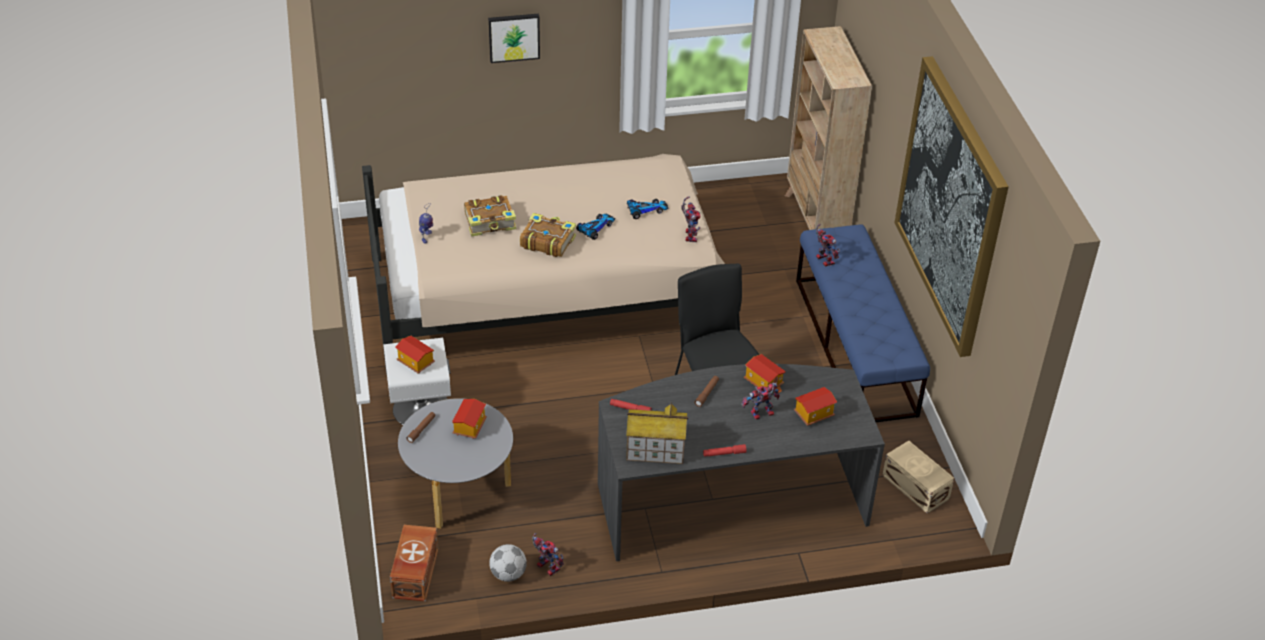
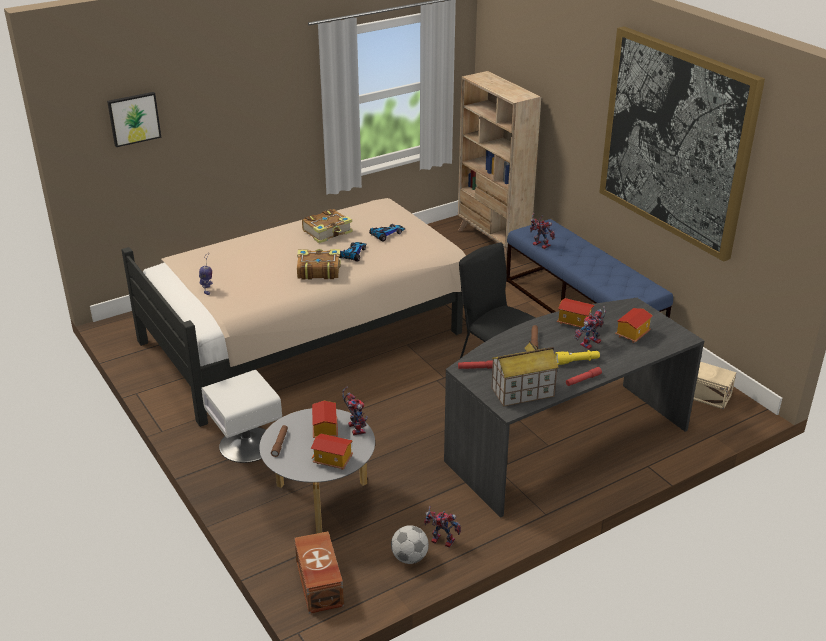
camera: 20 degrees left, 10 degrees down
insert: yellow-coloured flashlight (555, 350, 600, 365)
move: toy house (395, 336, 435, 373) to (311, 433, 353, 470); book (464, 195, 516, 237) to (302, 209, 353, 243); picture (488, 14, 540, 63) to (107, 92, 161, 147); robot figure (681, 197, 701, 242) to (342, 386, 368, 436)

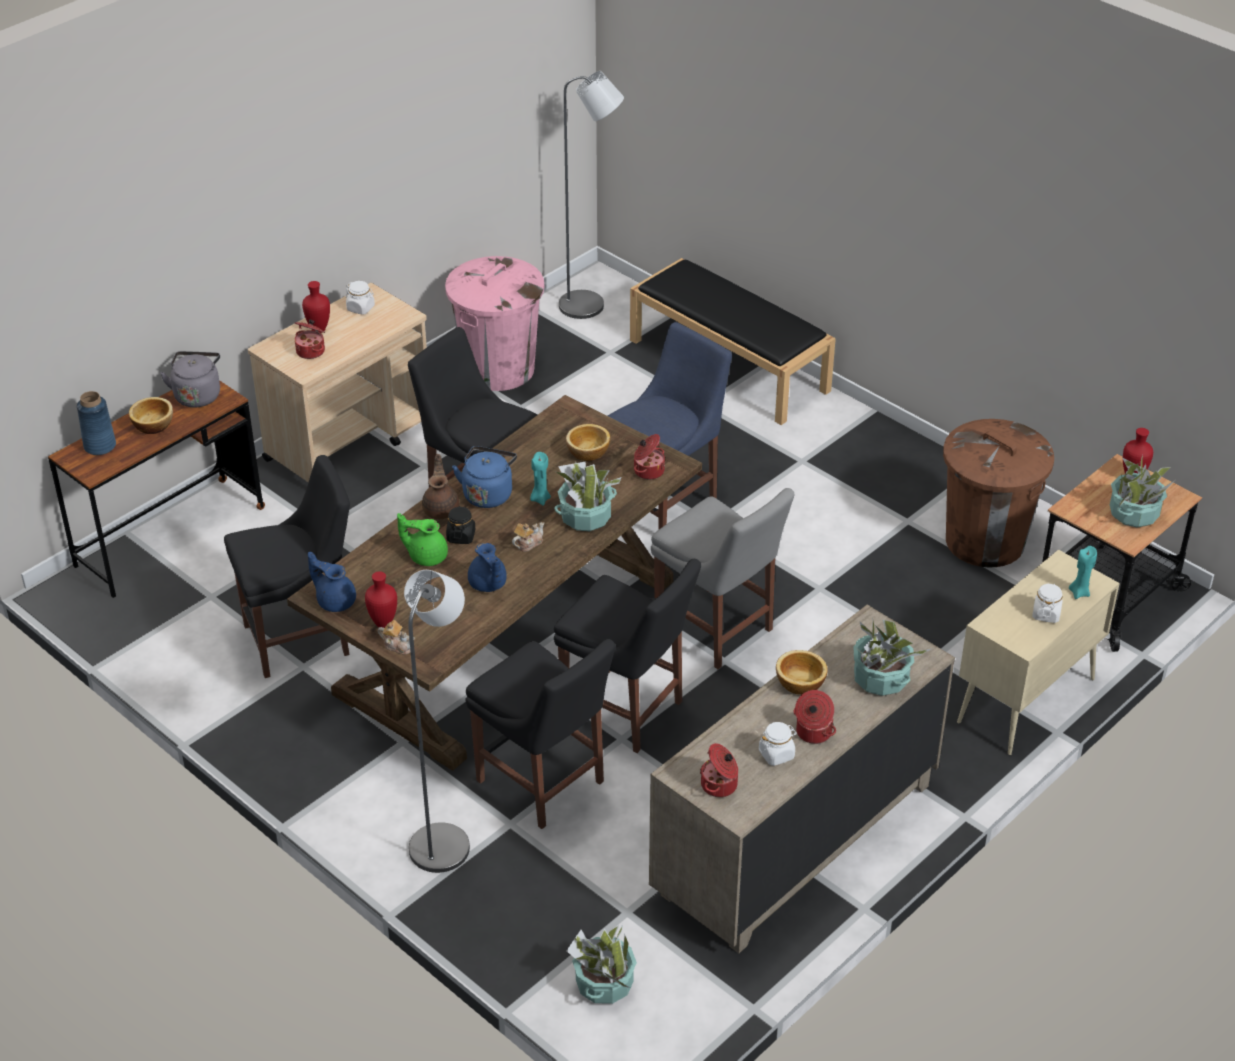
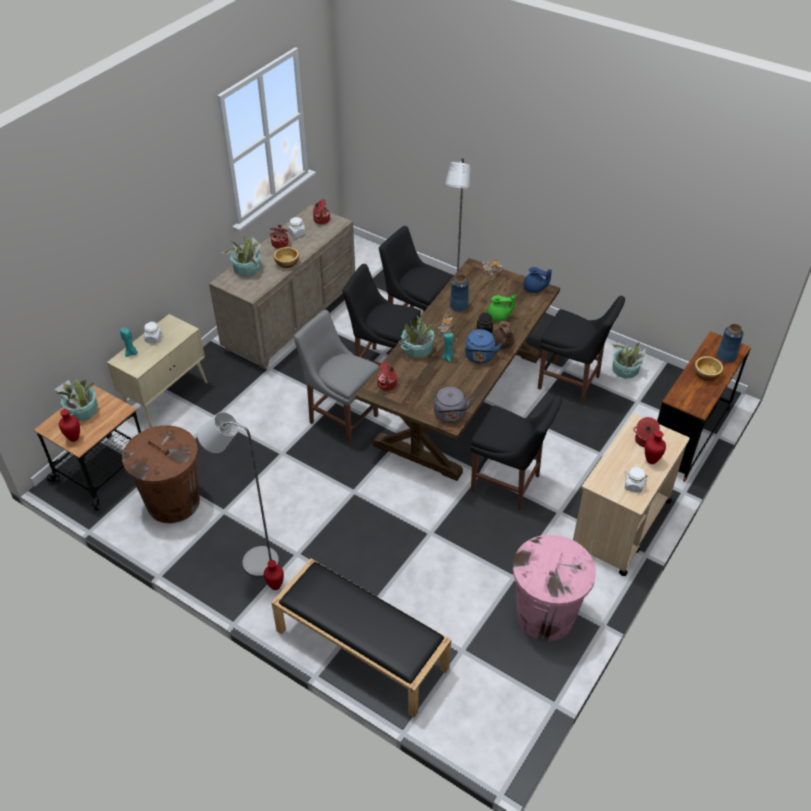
camera: 170 degrees right, 5 degrees up
delete: serving bowl (566, 424, 610, 461); blue-coloured upright chair (608, 322, 732, 529)
move: gray tea kettle (160, 351, 220, 408) to (434, 387, 473, 423); reddish flower vase (365, 571, 397, 628) to (264, 560, 284, 590); gray floor lamp (559, 71, 624, 319) to (197, 412, 279, 578); plant in a pot (567, 924, 637, 1004) to (611, 342, 646, 379)
replace: blue-coloured pot for tea (468, 543, 507, 592) to blue-coloured flower vase (450, 274, 469, 312)
rotate: blackish upright chair (224, 455, 350, 678) = (538, 296, 625, 405) 120 degrees counterclockwise

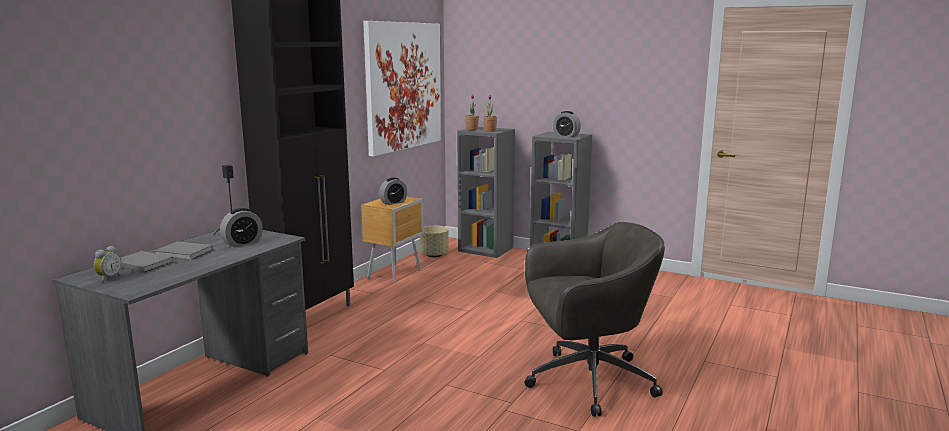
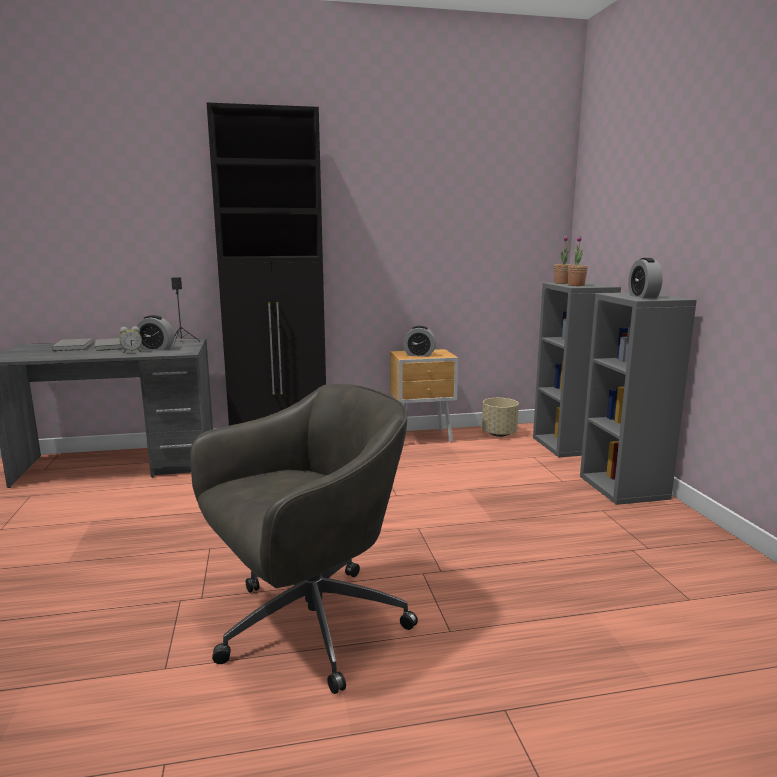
camera: 50 degrees right, 0 degrees up
delete: picture (363, 21, 441, 157)
move: table clock (94, 246, 121, 282) to (120, 326, 142, 353)
rotate: gray desk chair (524, 222, 665, 416) = (190, 384, 418, 694) 75 degrees counterclockwise

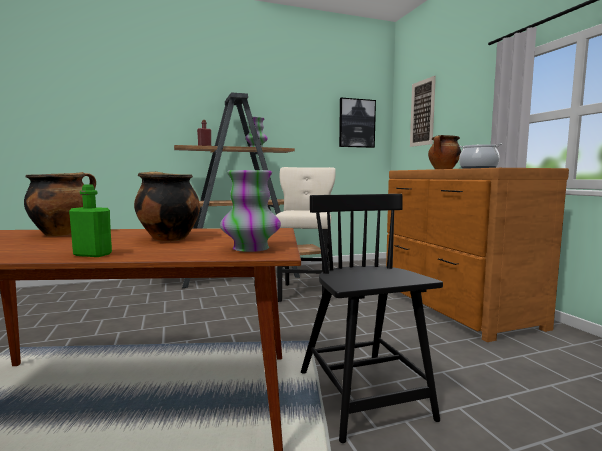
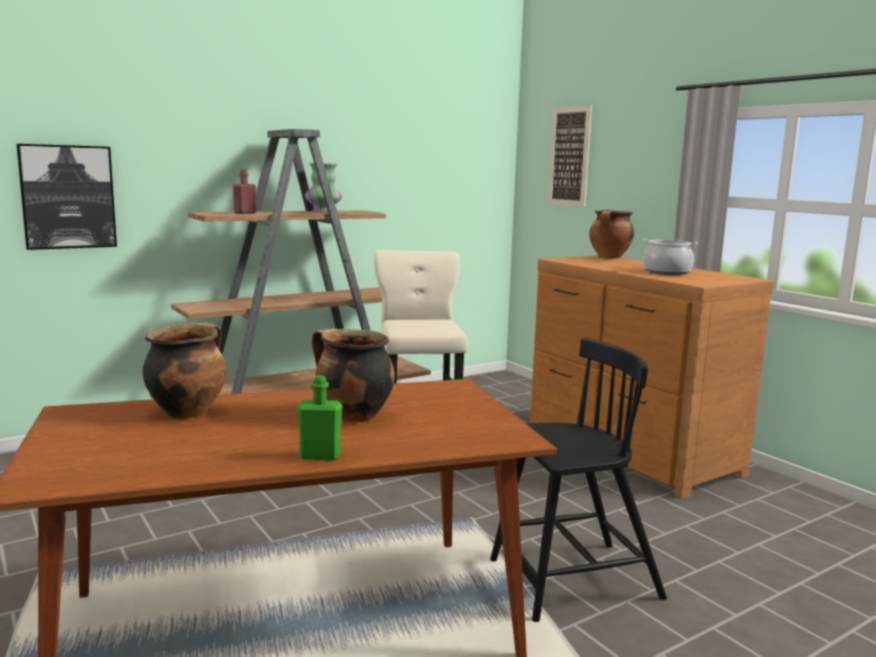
camera: 15 degrees left, 5 degrees up
delete: flower vase (220, 170, 281, 252)
move: picture (339, 98, 376, 148) to (16, 144, 117, 250)
rotate: blackish upright chair (301, 194, 443, 443) = (490, 337, 667, 622) 105 degrees clockwise

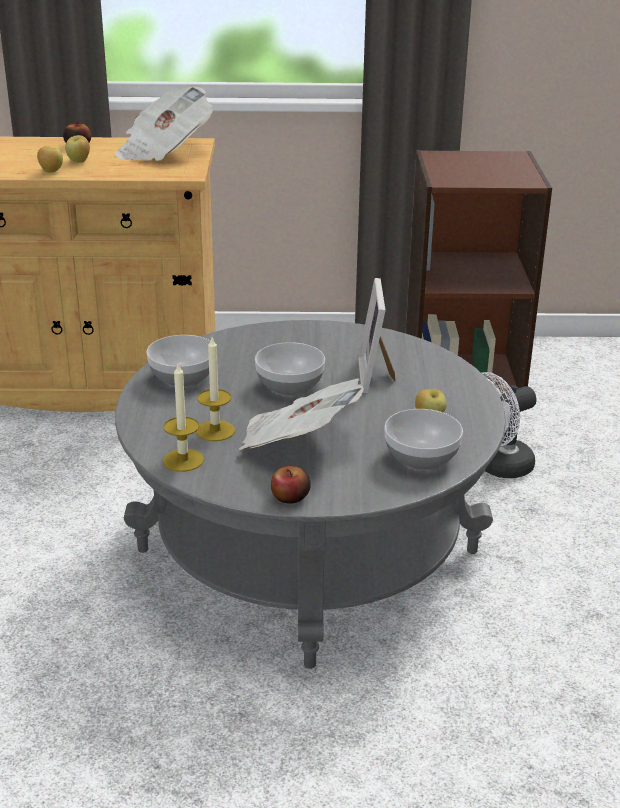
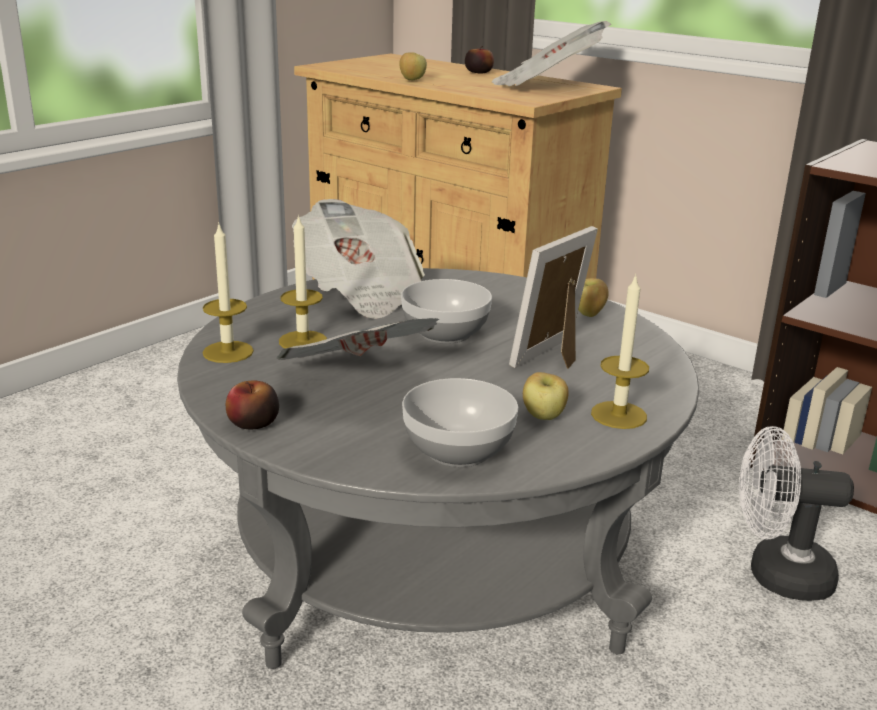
camera: 40 degrees right, 5 degrees down
insert: wax candle (591, 274, 649, 429)
move: apple fruit (65, 135, 90, 163) to (578, 278, 608, 317)
replace: serving bowl (146, 335, 210, 388) to printed paper (292, 199, 425, 319)

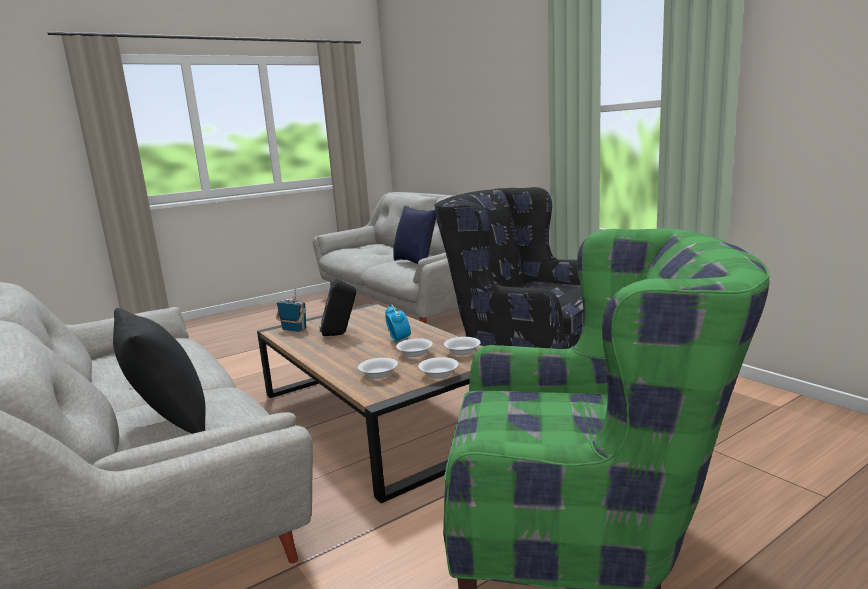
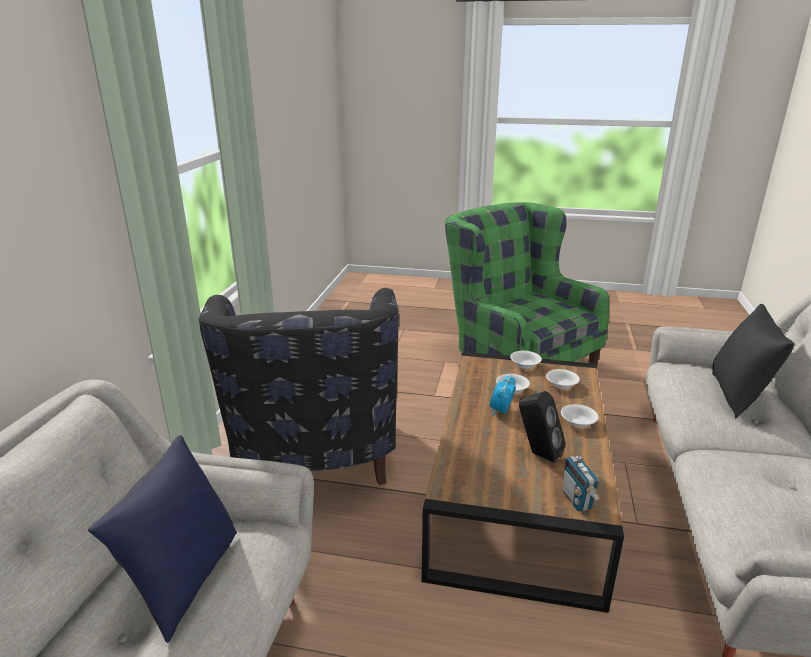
camera: 135 degrees left, 10 degrees up
move: white-coloured serving bowl (444, 337, 481, 356) to (561, 404, 598, 428)

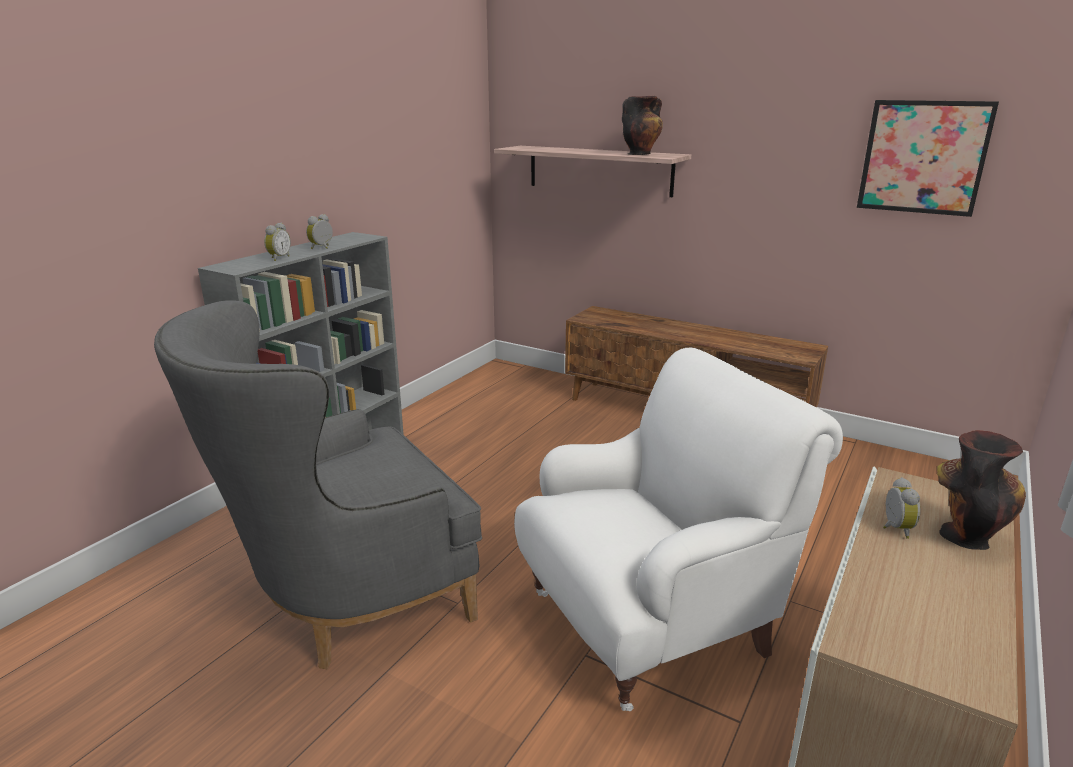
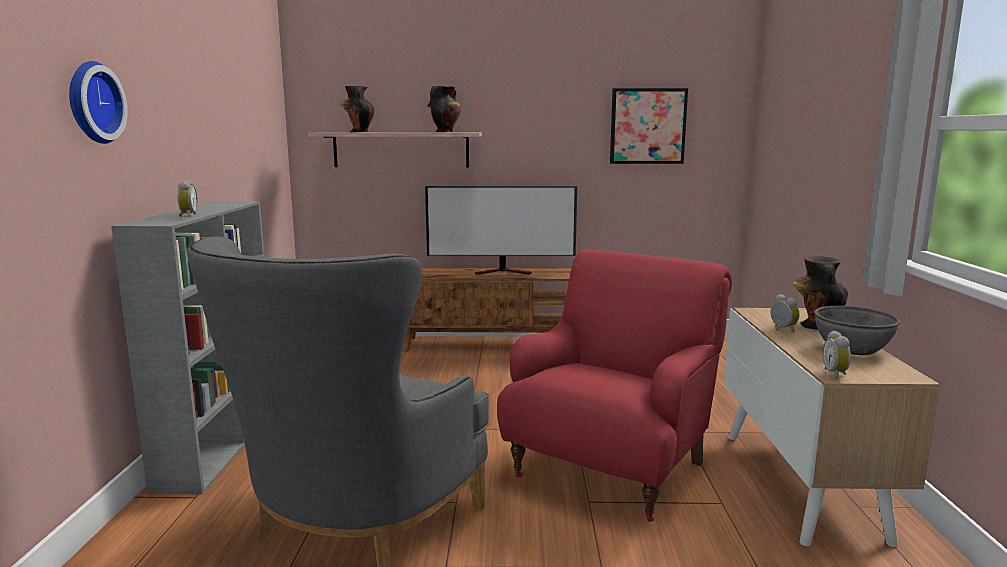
camera: 30 degrees left, 10 degrees down
insert: wall clock (69, 61, 128, 144); flower vase (340, 86, 375, 132); TV set (425, 186, 577, 275); gray serving bowl (814, 306, 900, 355)
move: table clock (306, 214, 333, 249) to (822, 331, 851, 379)
recolor: white-coloured lounge chair (514, 348, 843, 711) to reddish lounge chair (497, 250, 732, 522)

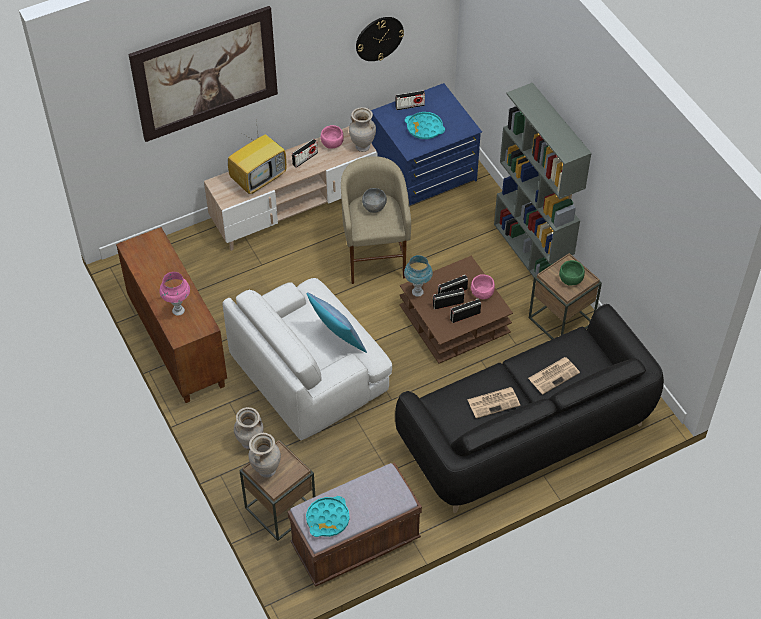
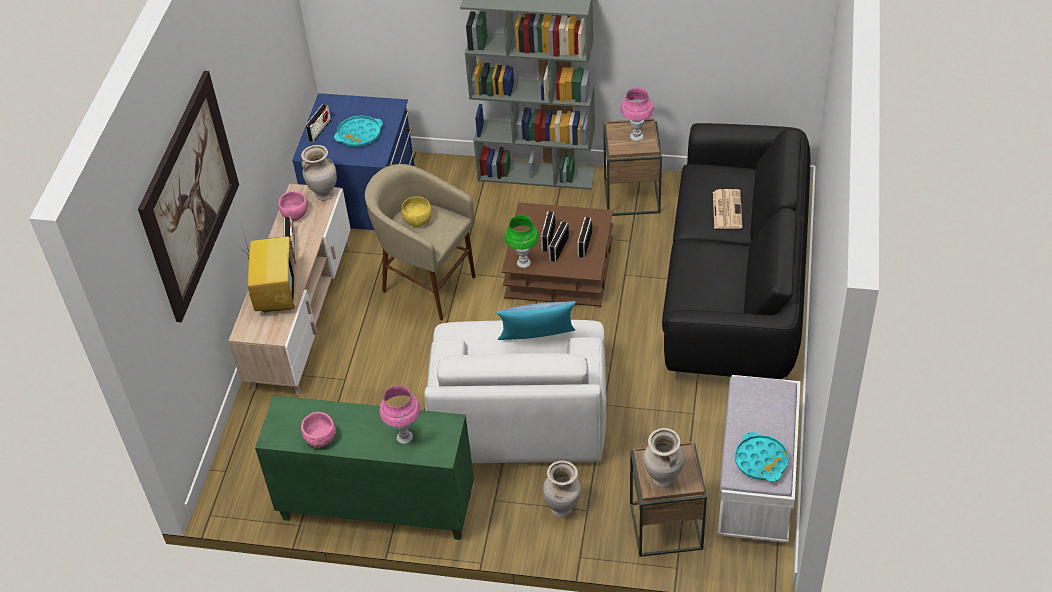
camera: 50 degrees left, 5 degrees down
delete: wall clock (356, 17, 404, 61); printed paper (467, 387, 520, 418)
move: pink serving bowl (471, 274, 495, 299) to (301, 412, 336, 447)
replace: green serving bowl (559, 260, 585, 285) to pink table lamp (620, 88, 654, 141)
recolor: brown cupboard (116, 227, 227, 403) to green cupboard (255, 395, 474, 540); brown long seat (287, 463, 422, 587) to white-coloured long seat (718, 375, 800, 543); gray serving bowl (362, 188, 387, 213) to yellow-coloured serving bowl (401, 196, 432, 227); blue-coloured table lamp (404, 255, 433, 297) to green table lamp (505, 215, 539, 268)

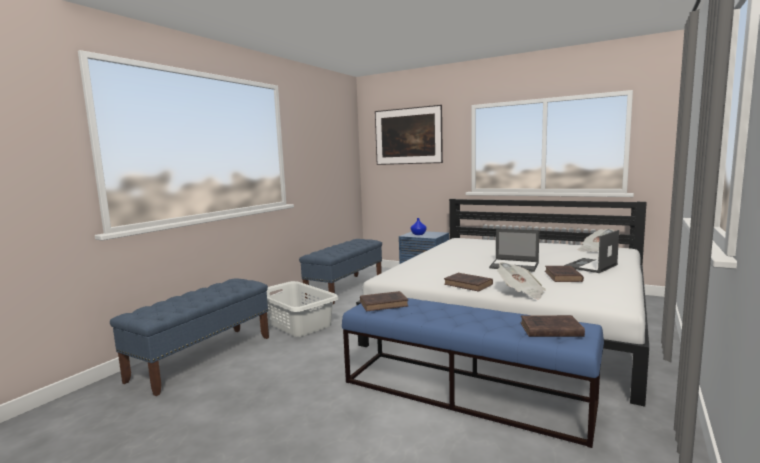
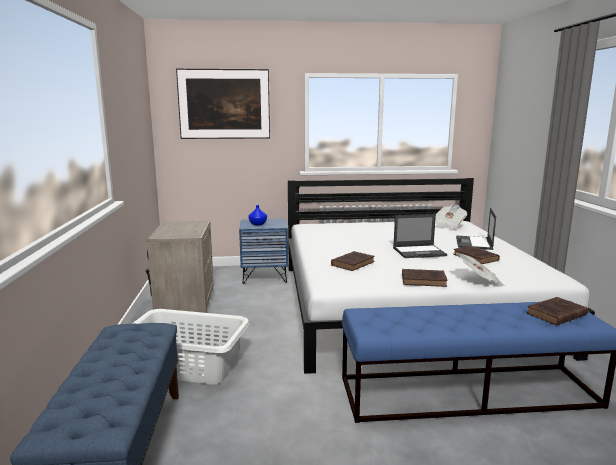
camera: 35 degrees left, 5 degrees up
move: brown book (360, 291, 409, 311) to (331, 251, 375, 271)
replace: blue-coloured long seat (299, 239, 382, 304) to beige-coloured bedside table (145, 221, 214, 313)

